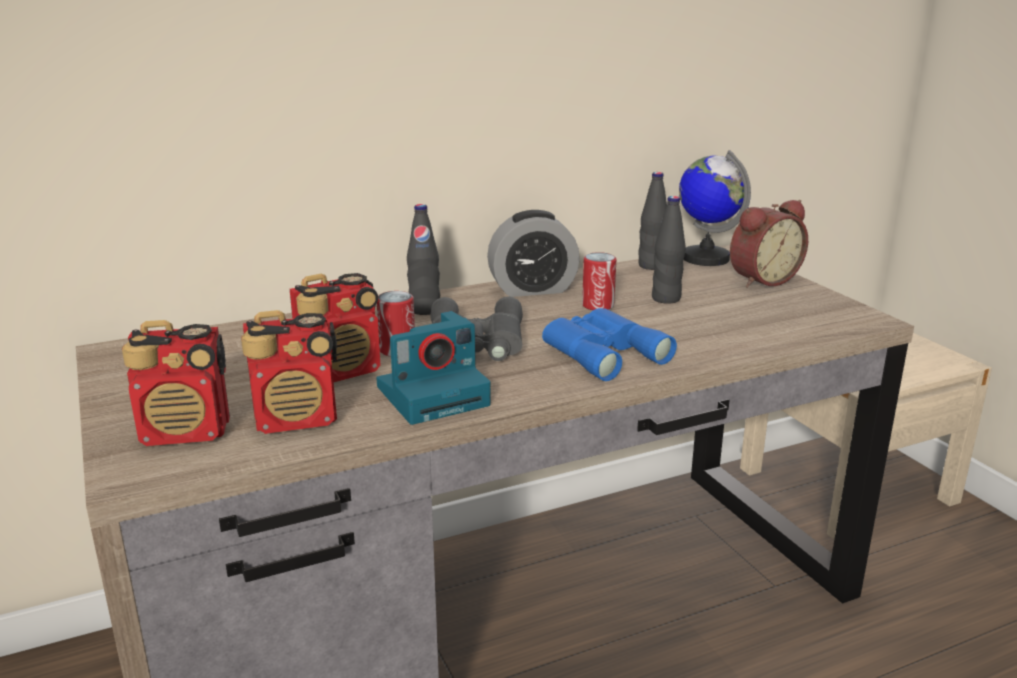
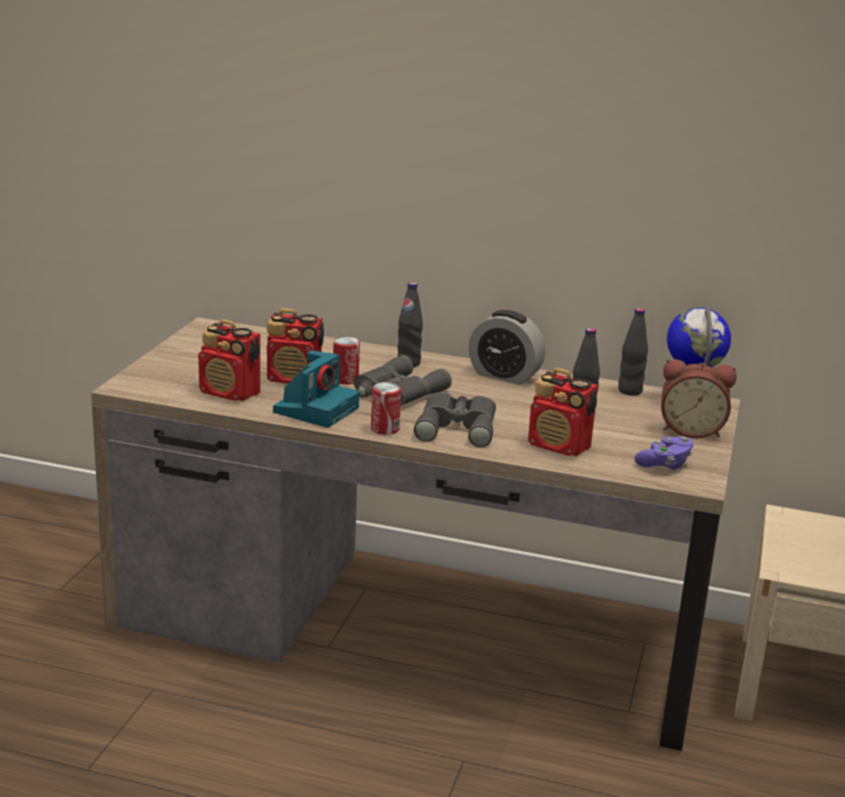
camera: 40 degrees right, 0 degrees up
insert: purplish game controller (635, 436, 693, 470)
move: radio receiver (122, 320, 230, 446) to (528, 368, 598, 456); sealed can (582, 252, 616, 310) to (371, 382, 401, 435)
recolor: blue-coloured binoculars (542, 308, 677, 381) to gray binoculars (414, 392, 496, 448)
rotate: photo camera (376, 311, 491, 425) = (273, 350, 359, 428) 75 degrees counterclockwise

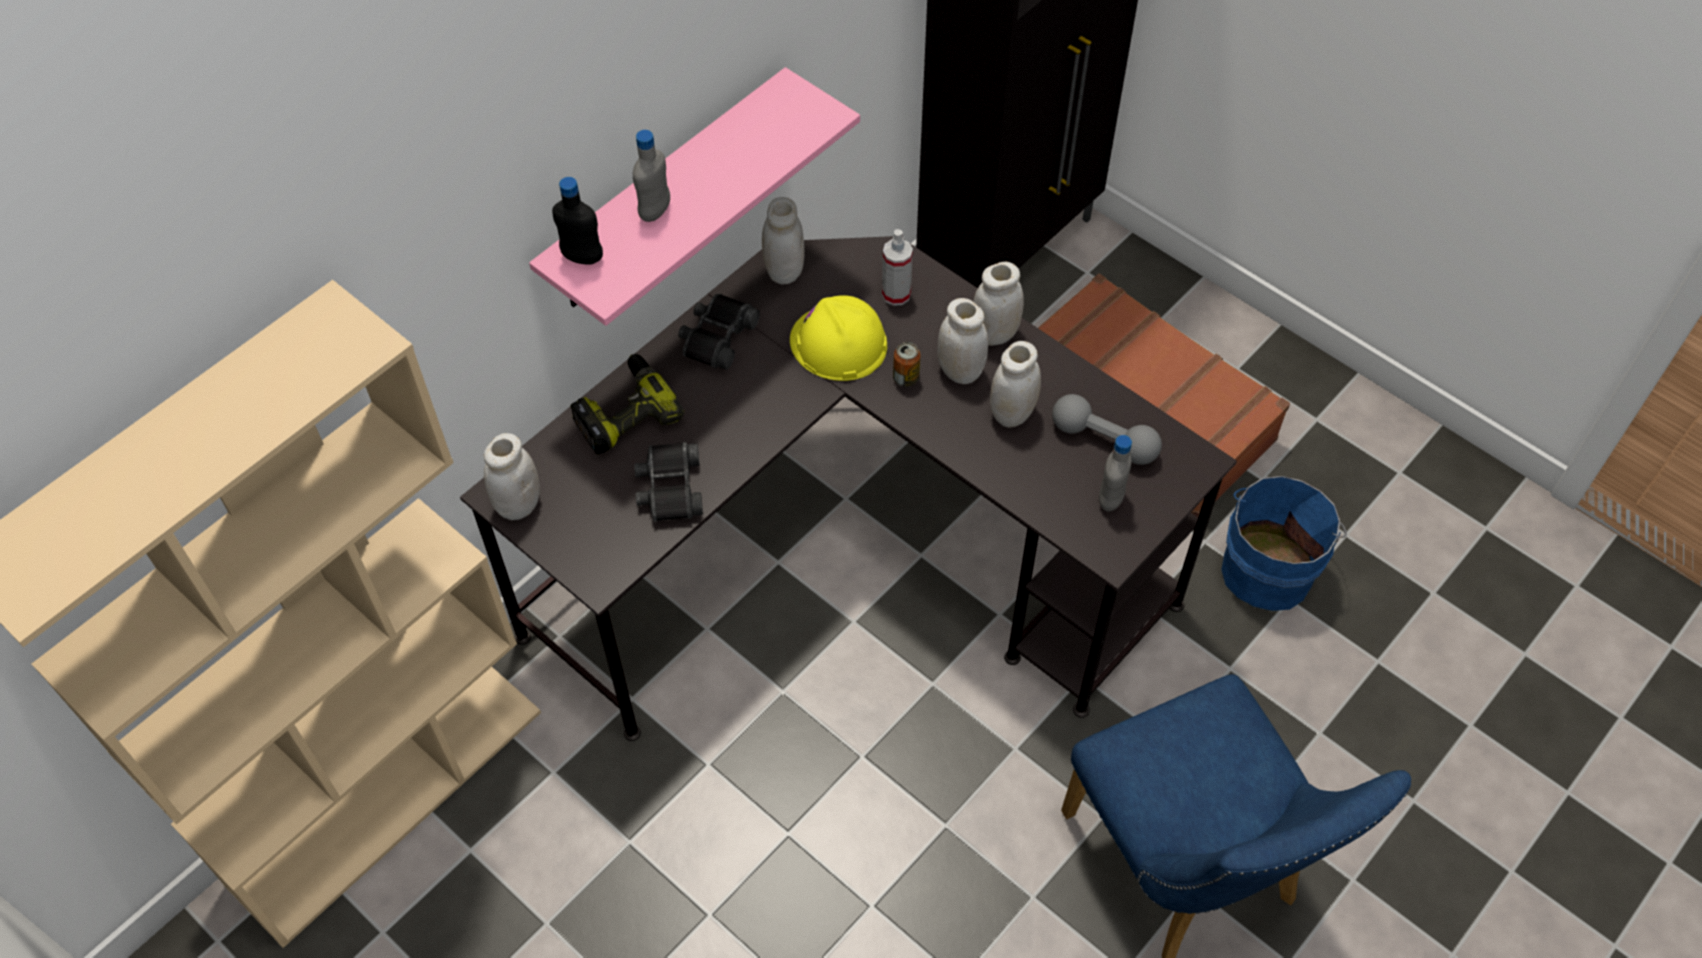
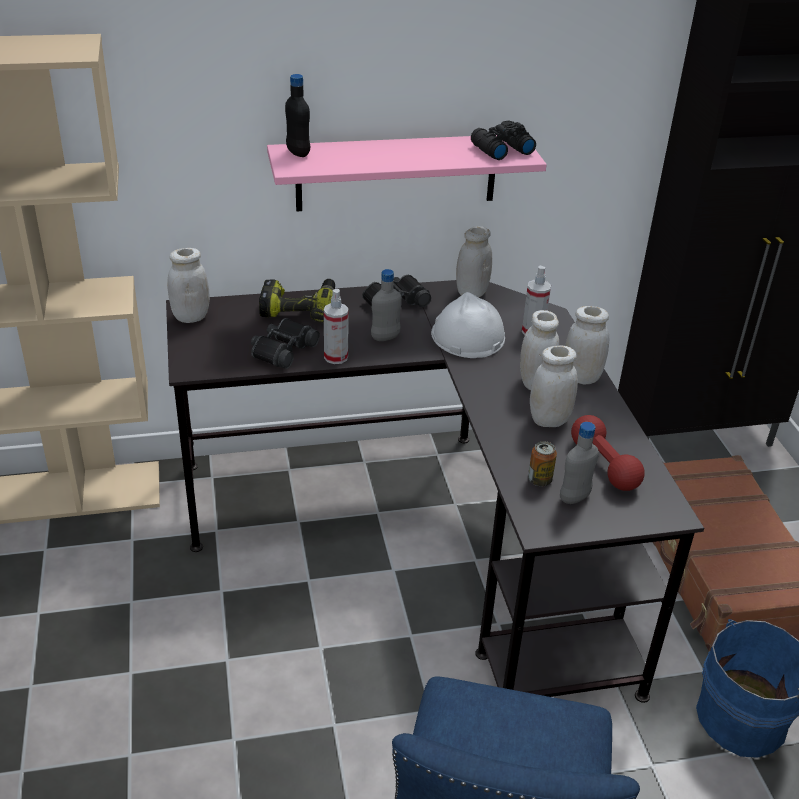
camera: 35 degrees right, 20 degrees down
insert: sprayer (324, 289, 349, 364); blackish binoculars (471, 121, 536, 160)
move: gray beverage bottle (633, 130, 670, 222) to (371, 269, 402, 341); sealed can (893, 342, 921, 387) to (528, 441, 557, 486)
recolor: yellow-coloured hard hat (790, 295, 887, 381) to white-coloured hard hat (431, 292, 505, 358); gray dumbbell (1052, 394, 1162, 465) to reddish dumbbell (571, 415, 645, 491)

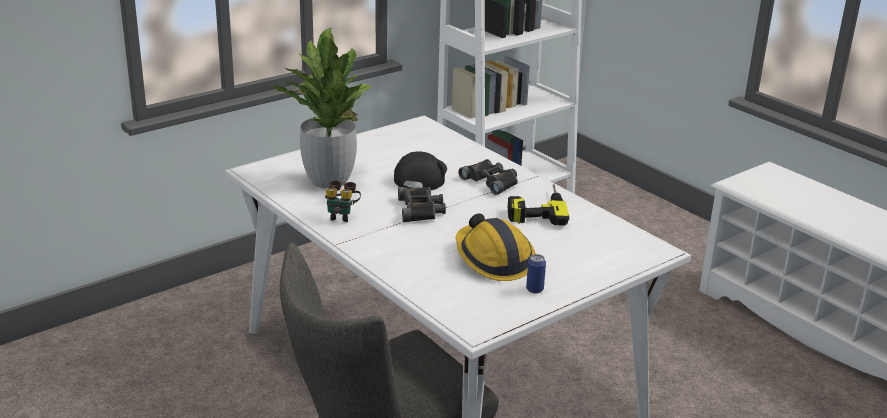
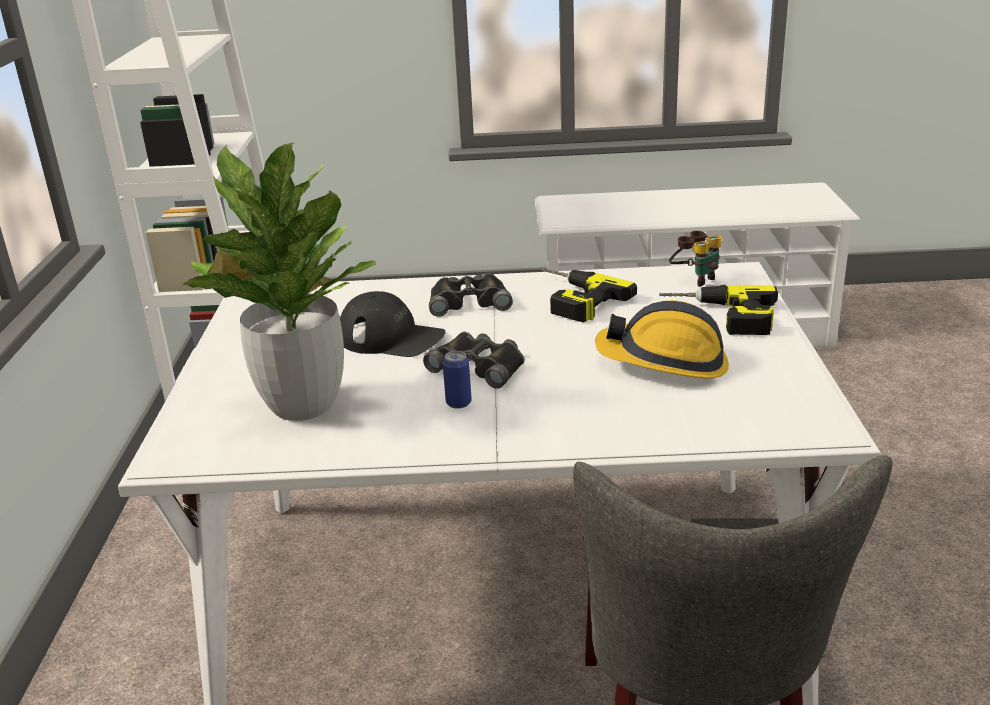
camera: 50 degrees left, 0 degrees up
insert: drill (659, 285, 778, 335)
move: binoculars (325, 180, 361, 222) to (669, 231, 722, 287); sealed can (526, 254, 546, 293) to (443, 351, 472, 409)
rotate: blackish cap (394, 151, 447, 190) = (340, 291, 446, 357) 150 degrees clockwise

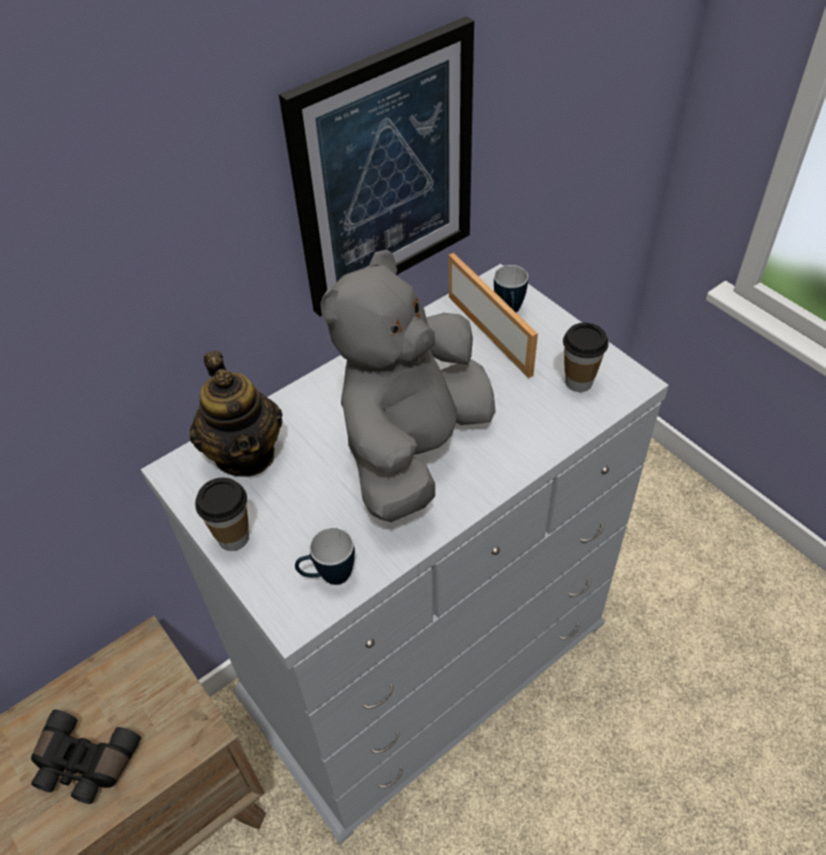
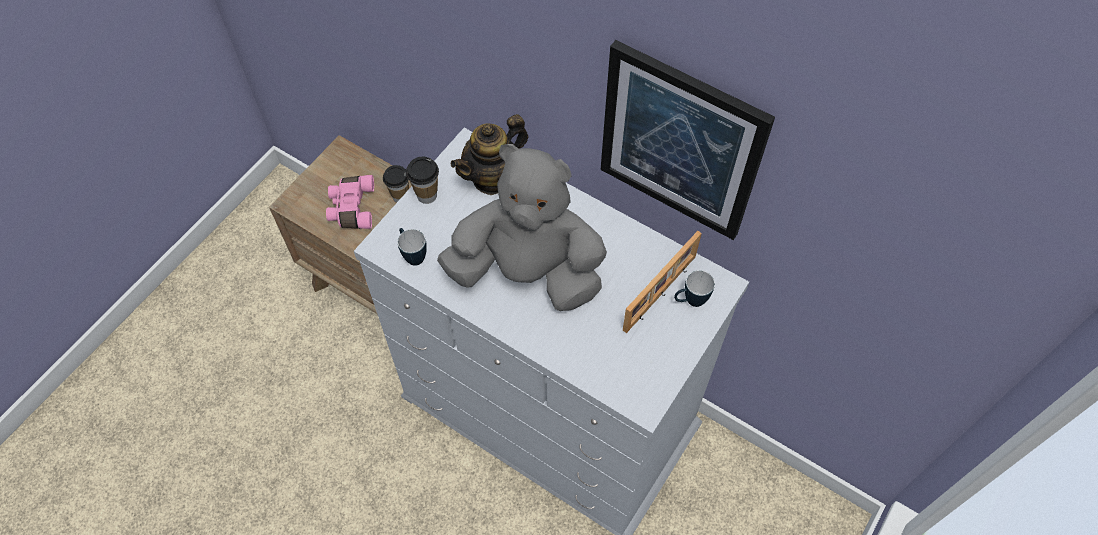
camera: 70 degrees right, 10 degrees up
move: drinking cup (563, 323, 609, 392) to (383, 165, 409, 203)
recolor: blackish binoculars (31, 710, 141, 804) to pink binoculars (326, 175, 374, 229)

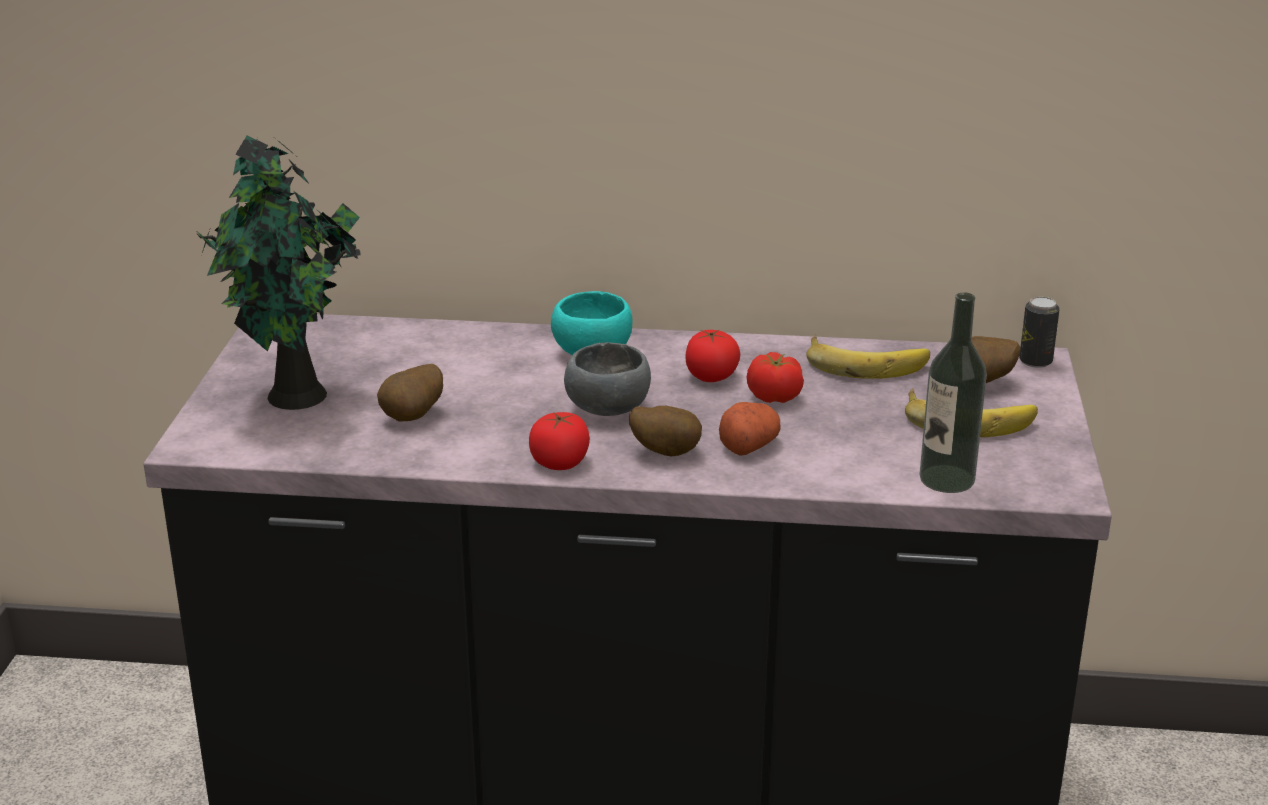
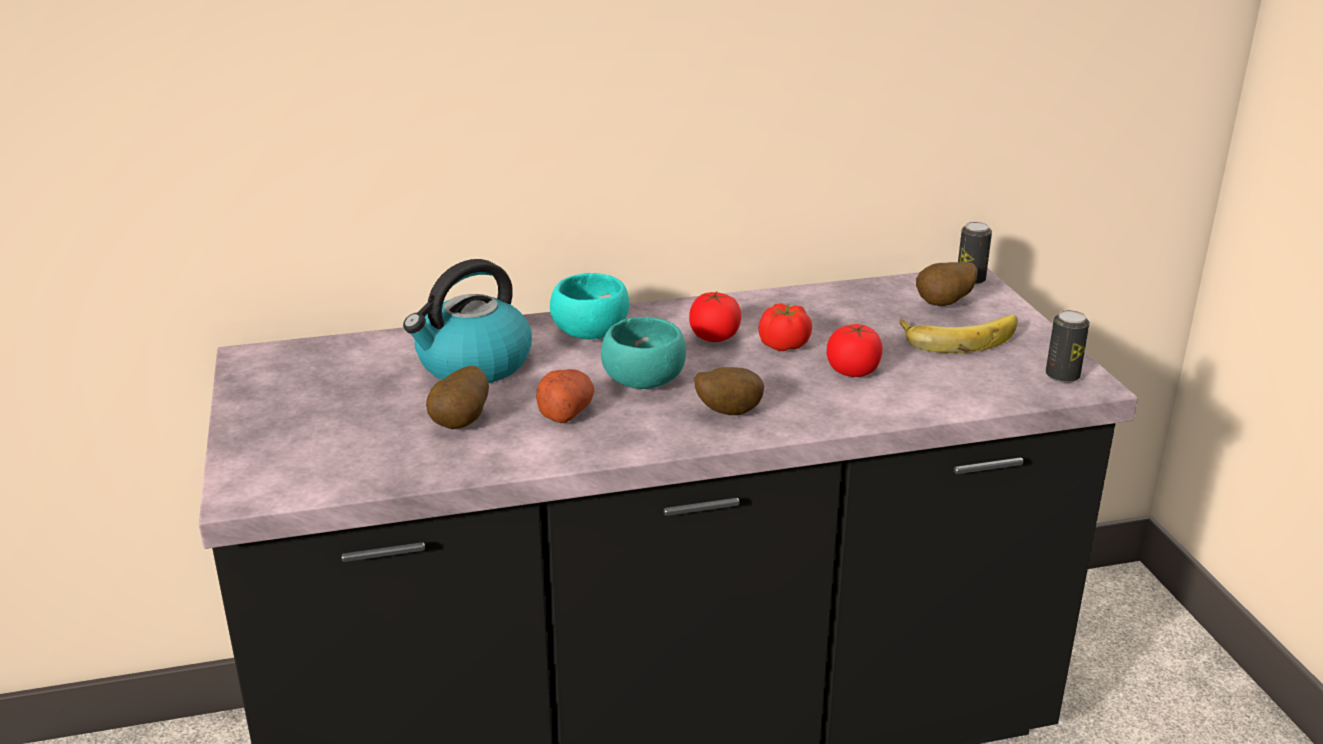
camera: 20 degrees left, 0 degrees up
delete: plant in a pot (196, 136, 361, 410); banana (806, 334, 930, 379); beverage bottle (919, 293, 987, 493)
insert: tea kettle (403, 259, 532, 383); sealed can (1046, 310, 1090, 383)
move: whole tomato (529, 412, 590, 470) to (827, 324, 883, 377); spud (719, 402, 781, 456) to (536, 369, 594, 423)
recolor: gray serving bowl (564, 342, 651, 416) to turquoise-coloured serving bowl (601, 317, 686, 389)

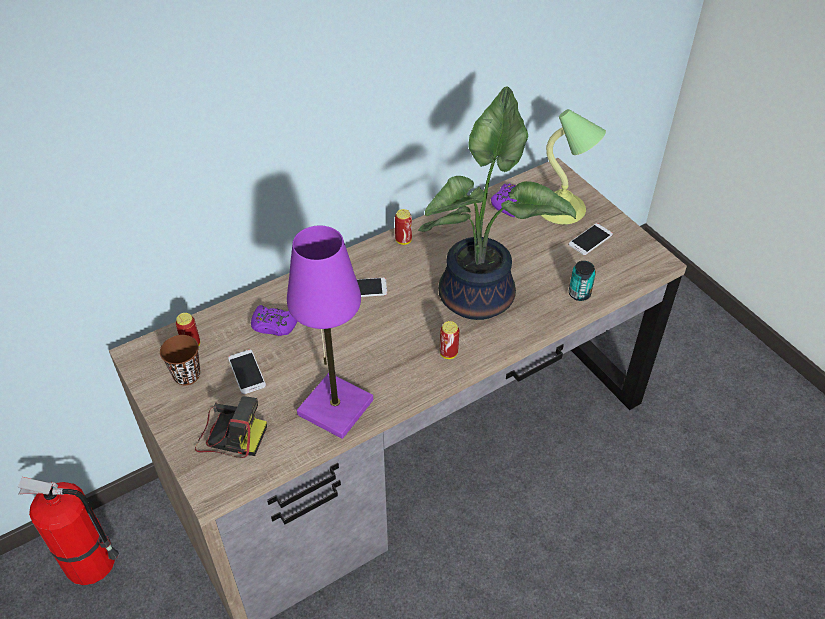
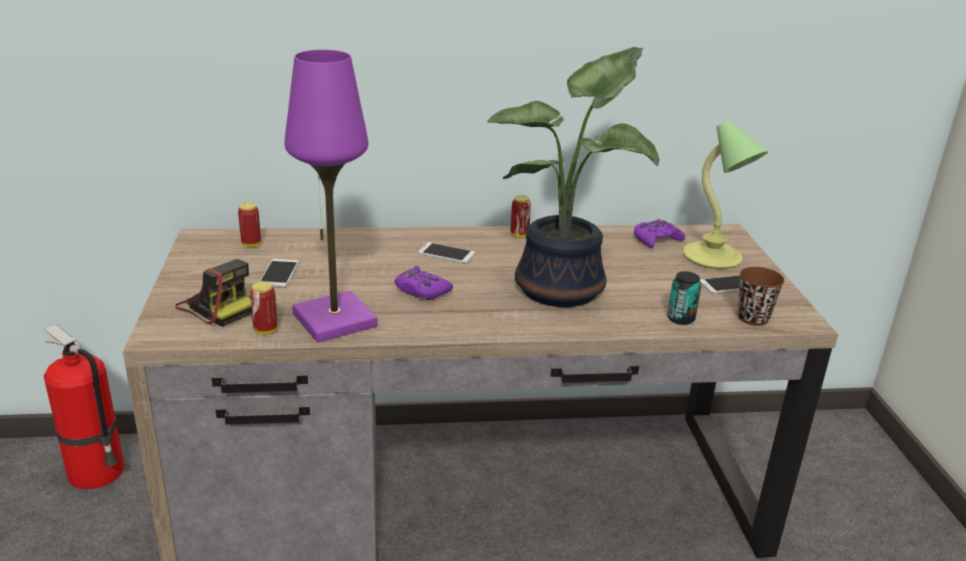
camera: 25 degrees right, 20 degrees down
move: brown drinking cup (160, 335, 200, 385) to (738, 267, 785, 326); purplish game controller (251, 305, 298, 336) to (394, 266, 453, 300); sealed can (440, 321, 459, 359) to (250, 282, 278, 335)

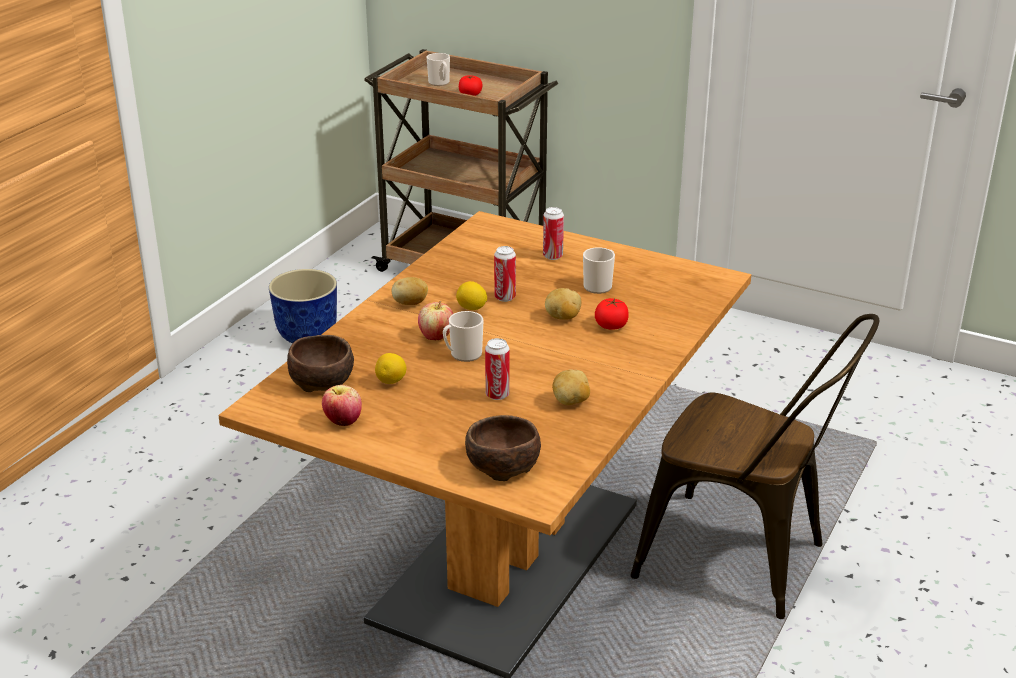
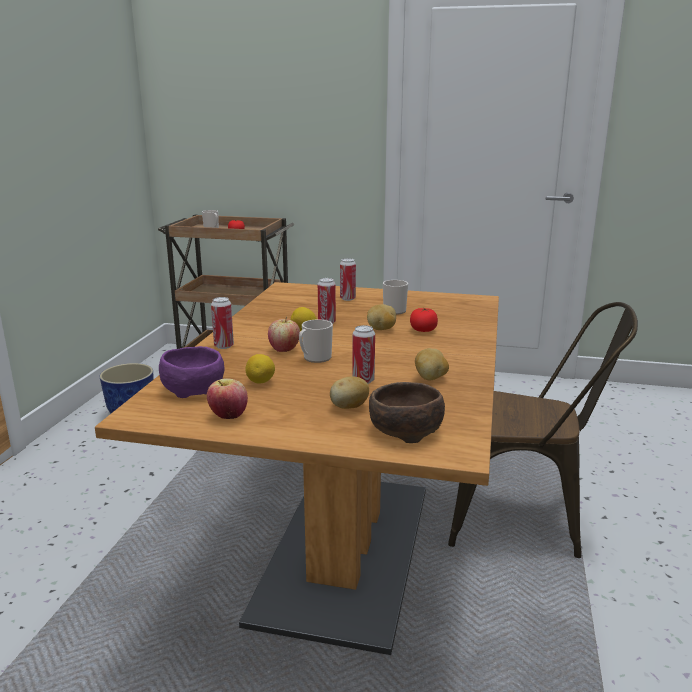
camera: 15 degrees left, 10 degrees down
insert: sealed can (211, 297, 234, 349)
move: spud (392, 277, 428, 305) to (330, 376, 369, 409)
recolor: brown serving bowl (287, 335, 354, 392) to purplish serving bowl (159, 346, 225, 398)

